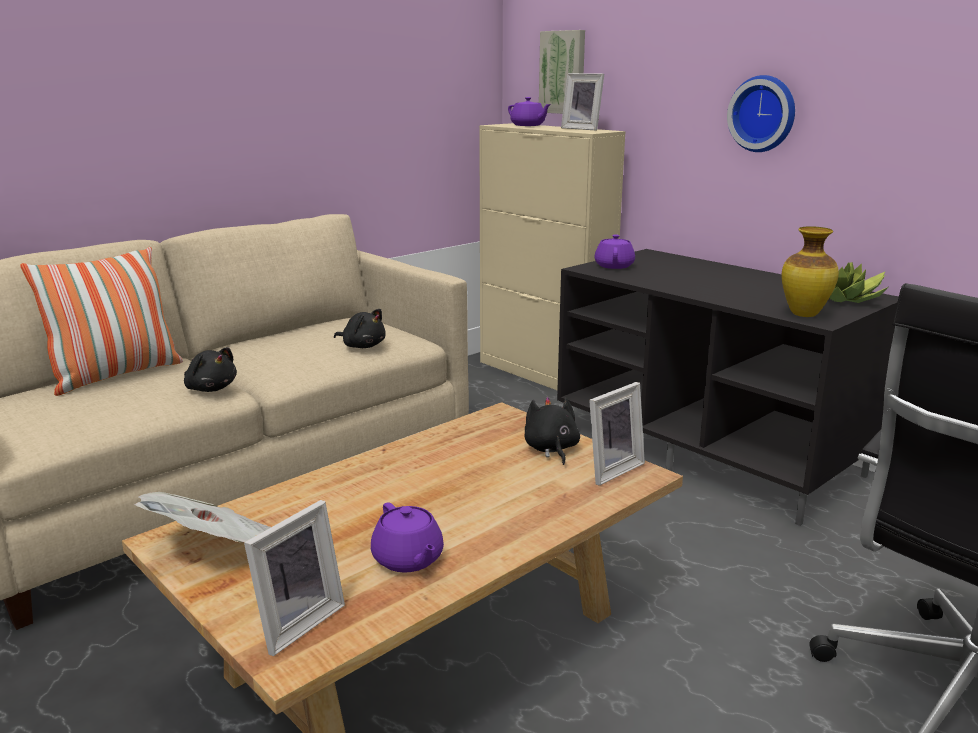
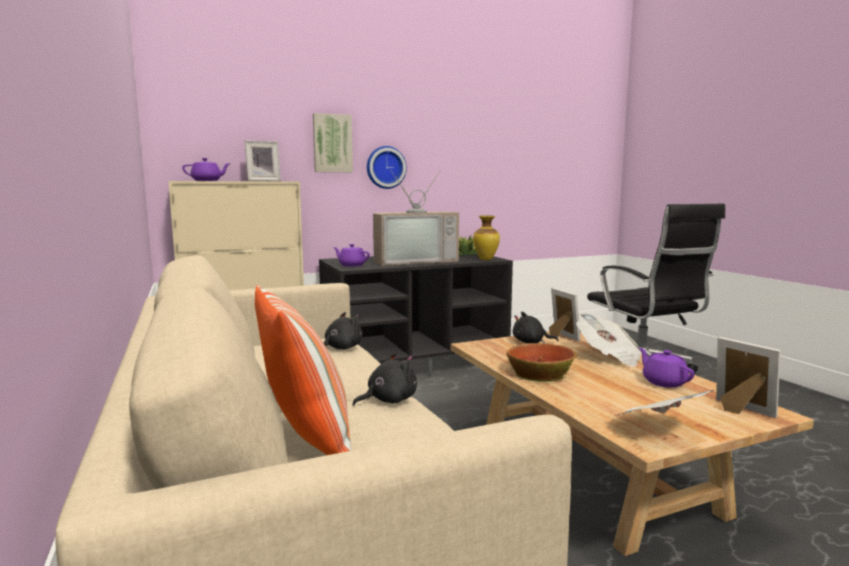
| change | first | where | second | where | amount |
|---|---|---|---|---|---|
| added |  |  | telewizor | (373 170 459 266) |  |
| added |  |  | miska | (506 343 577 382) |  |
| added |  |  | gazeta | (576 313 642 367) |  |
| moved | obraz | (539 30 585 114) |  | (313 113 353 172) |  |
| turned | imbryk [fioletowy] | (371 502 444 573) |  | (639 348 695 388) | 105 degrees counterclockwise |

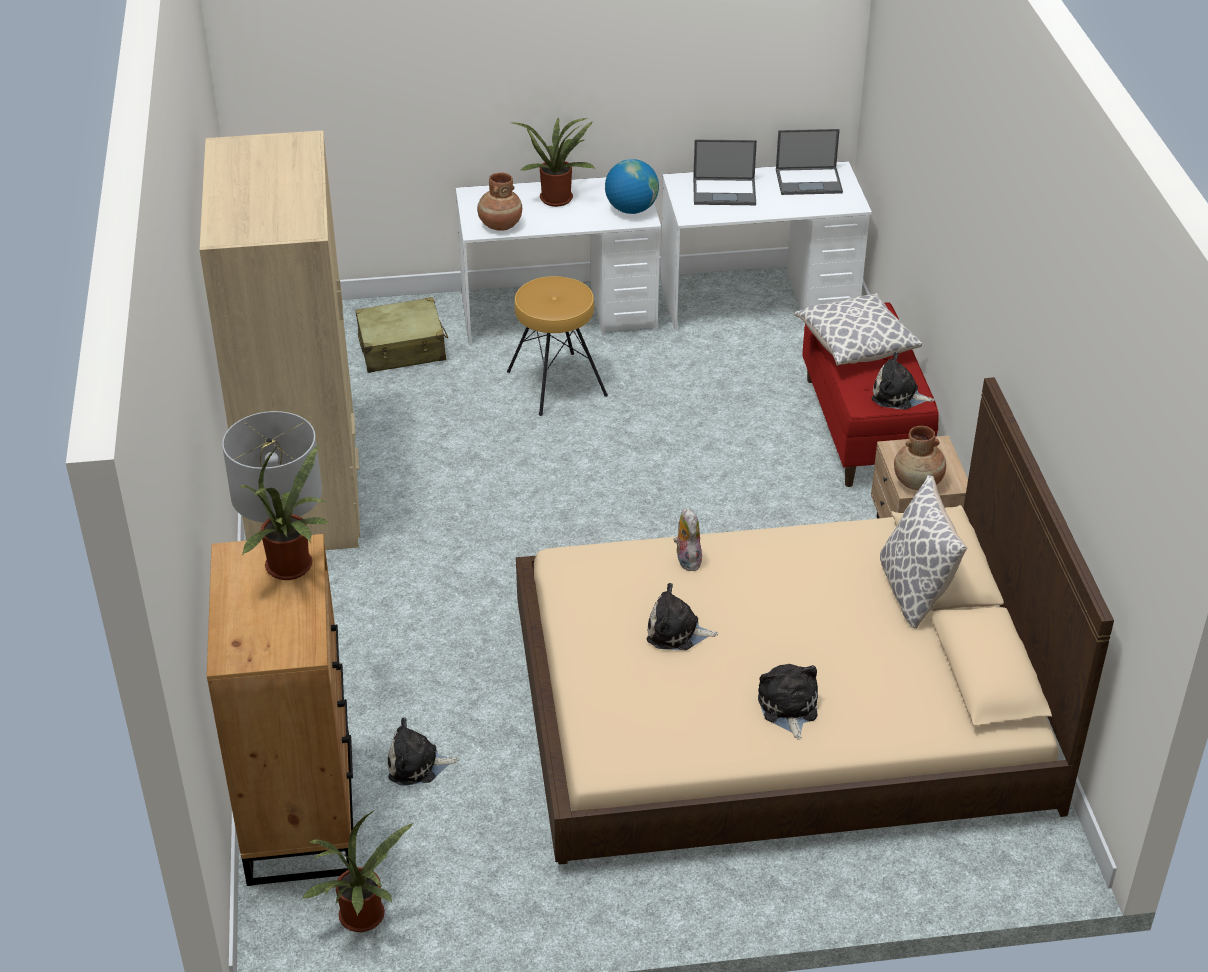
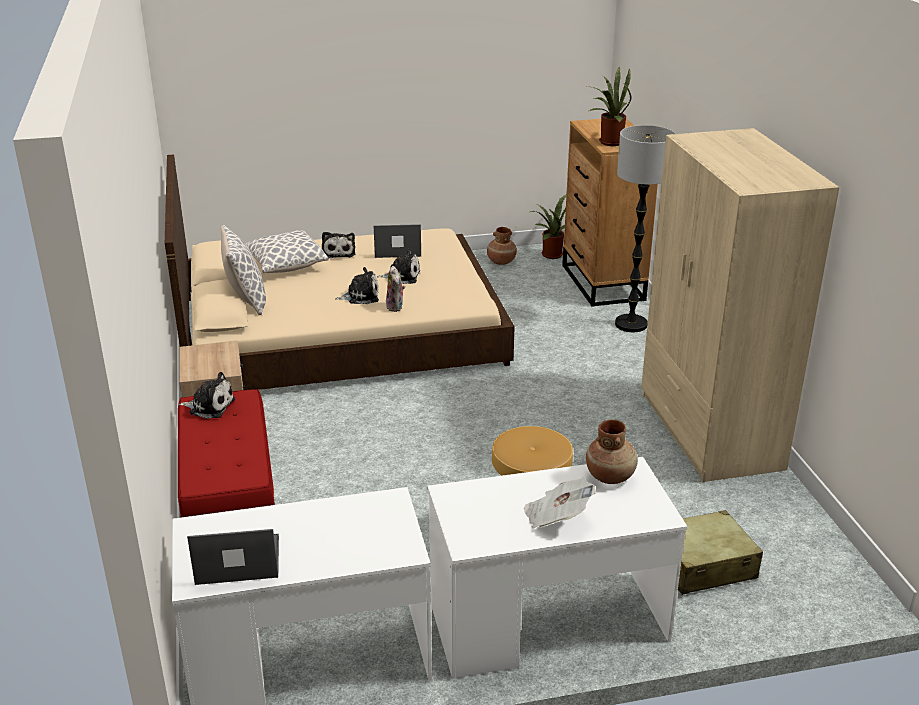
| change | first | where | second | where | amount |
|---|---|---|---|---|---|
| removed | globus | (605 159 659 214) |  |  |  |
| moved | pluszak | (388 717 459 786) |  | (335 267 379 304) |  |
| moved | laptop | (693 140 757 205) |  | (374 224 421 258) |  |
| moved | poduszka | (794 293 922 366) |  | (245 230 329 273) |  |
| moved | wazon [brązowy] | (894 426 946 490) |  | (487 227 517 265) |  |
| replaced | roślina doniczkowa | (513 117 595 207) | gazeta | (524 478 596 529) |  |

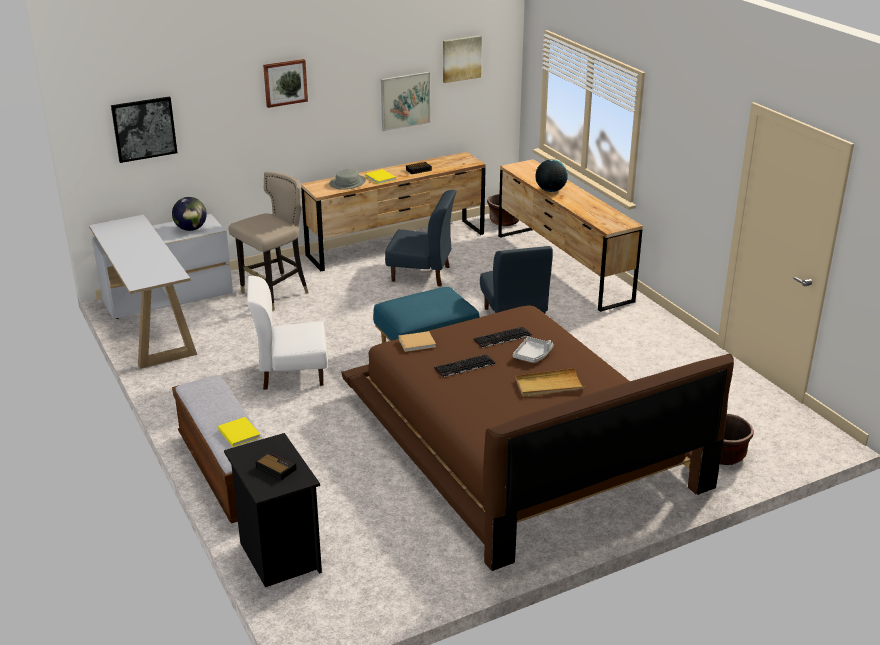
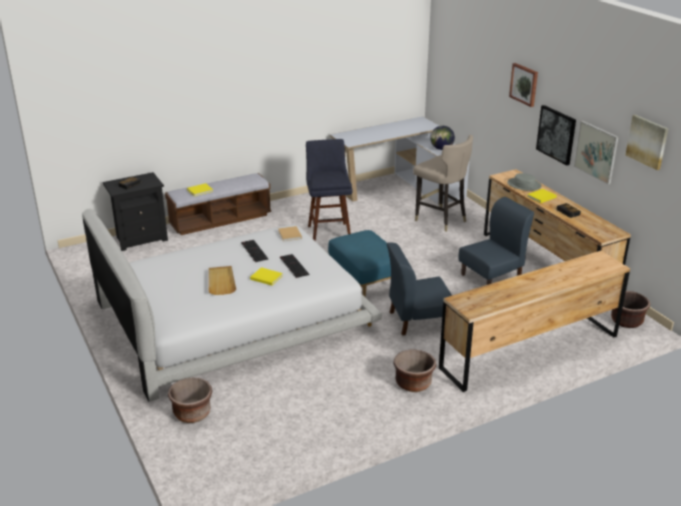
| change | first | where | second | where | amount |
|---|---|---|---|---|---|
| removed | globus | (535 159 568 192) |  |  |  |
| added |  |  | donica [brązowy] | (393 350 436 392) |  |
| moved | obraz | (111 96 177 163) |  | (536 105 576 165) |  |
| replaced | krzesło [biały] | (247 276 328 390) | stołek [niebieski] | (306 139 353 242) |  |
| replaced | taca [szary] | (513 337 554 363) | książka [żółty] | (250 267 283 286) |  |
| recoloured | łóżko [brązowy] | (341 305 734 571) | łóżko [biały] | (82 208 382 402) |  |
| turned | krzesło [niebieski] | (385 190 456 286) |  | (458 197 534 285) | 135 degrees counterclockwise |

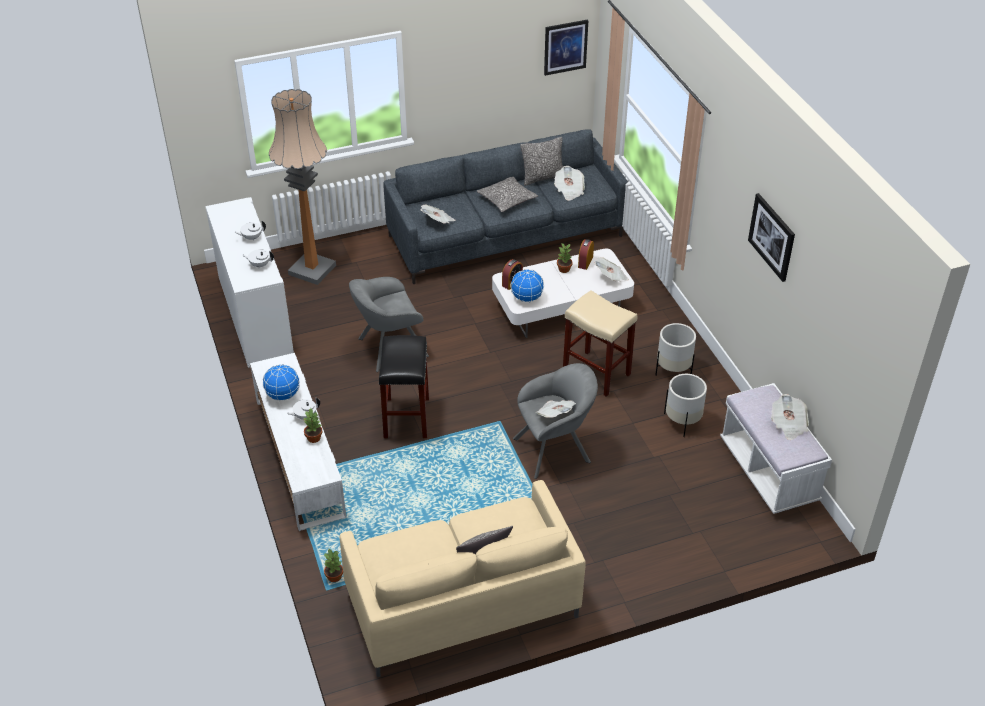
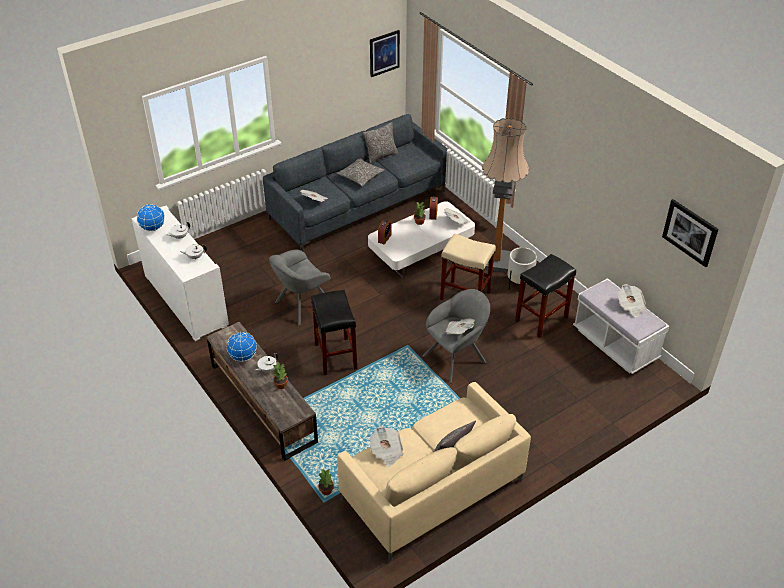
| change | first | where | second | where | amount |
|---|---|---|---|---|---|
| moved | lampa stojąca | (269 89 336 285) |  | (482 118 529 273) |  |
| moved | globus | (510 269 544 302) |  | (137 204 165 231) |  |
| moved | gazeta | (554 166 585 201) |  | (370 426 404 467) |  |
| moved | obraz | (748 193 795 282) |  | (662 199 719 267) |  |
| replaced | donica [biały] | (664 374 707 437) | stołek [czarny] | (515 254 576 338) |  |
| recoloured | szafka pod telewizor [biały] | (250 353 346 531) | szafka pod telewizor [brązowy] | (207 322 318 461) |  |

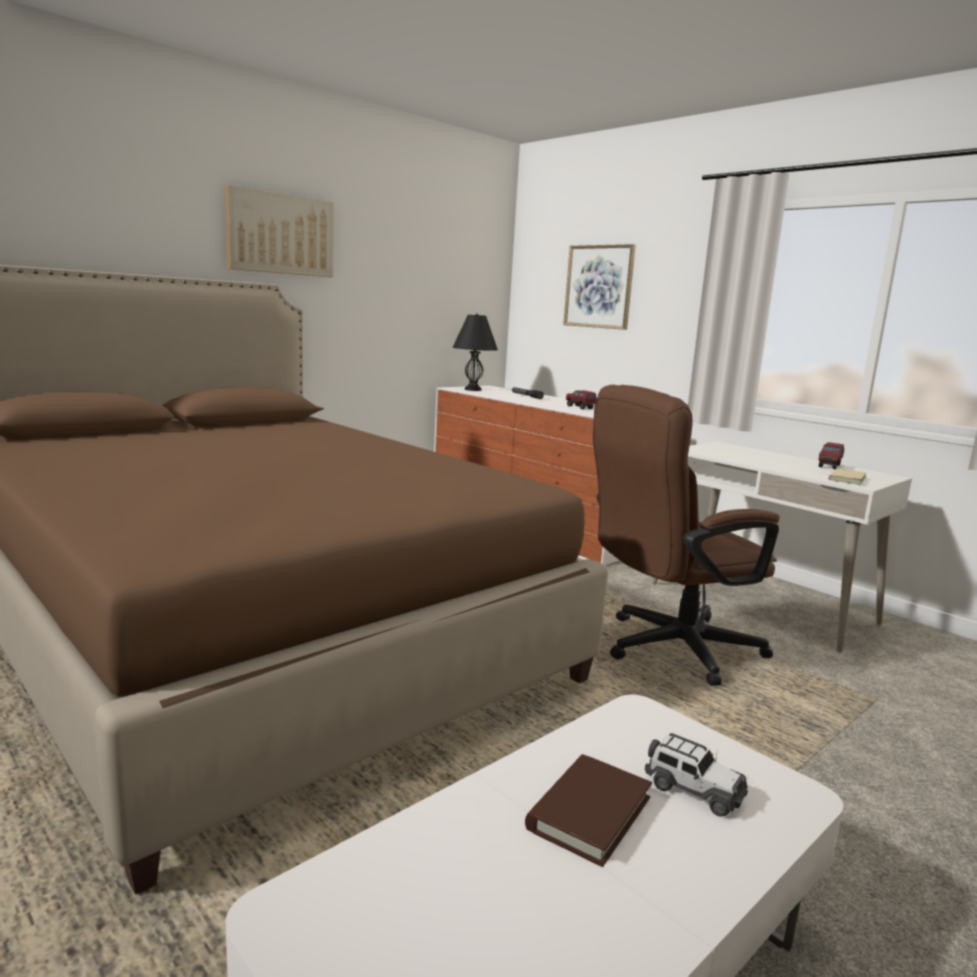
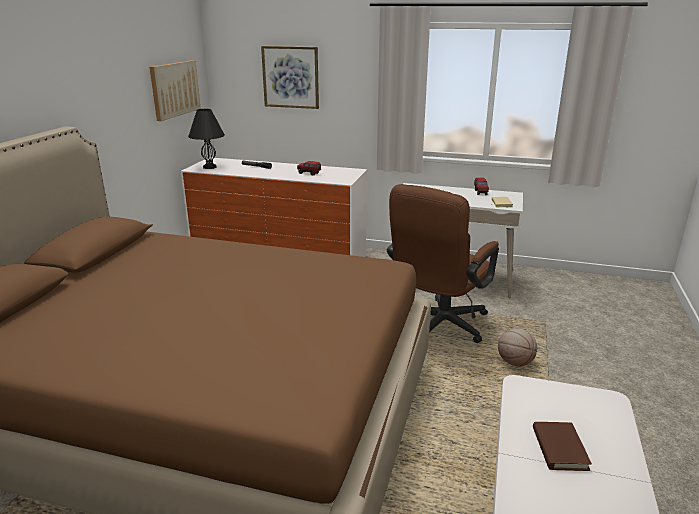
| change | first | where | second | where | amount |
|---|---|---|---|---|---|
| removed | samochodzik | (645 733 748 817) |  |  |  |
| added |  |  | piłka do koszykówki | (498 328 537 367) |  |
| moved | obraz | (225 185 333 277) |  | (150 60 201 121) |  |

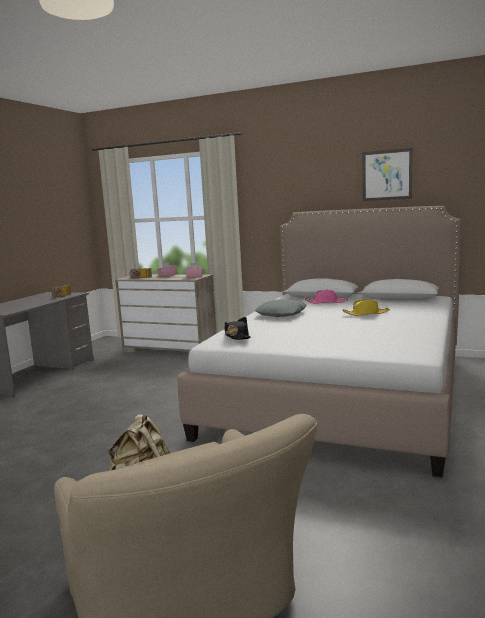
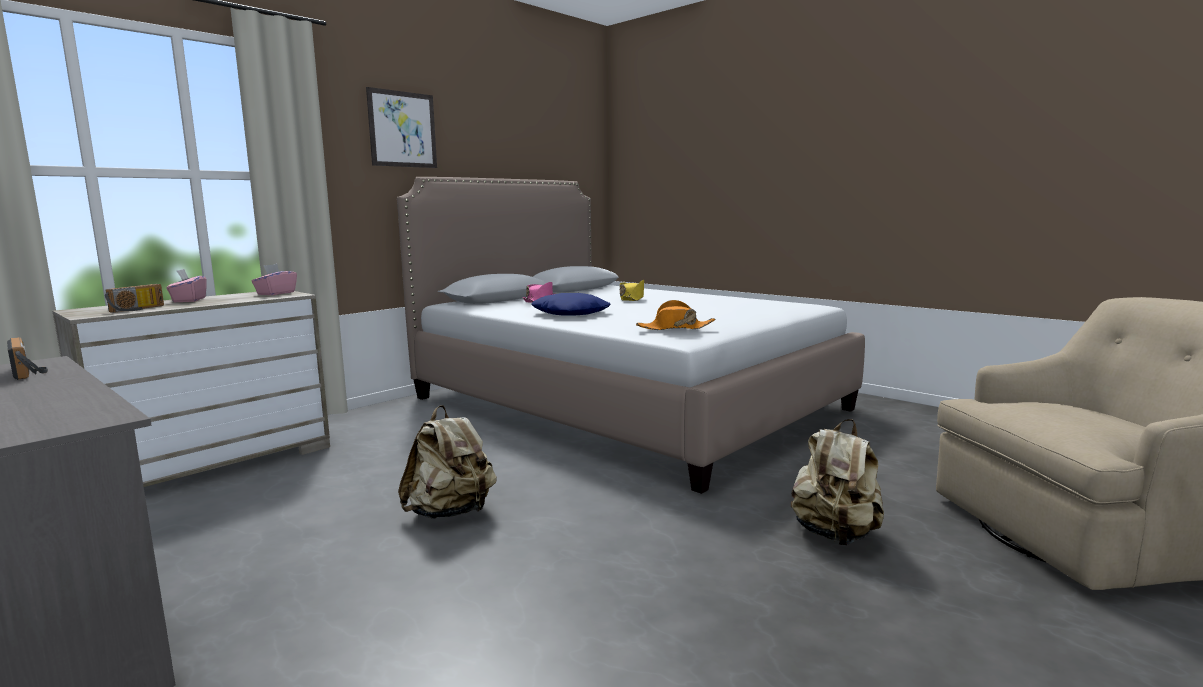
| change | first | where | second | where | amount |
|---|---|---|---|---|---|
| added |  |  | plecak [beżowy] | (398 405 497 519) |  |
| moved | obraz | (362 148 413 201) |  | (366 87 437 168) |  |
| recoloured | kapelusz [czarny] | (225 317 251 340) | kapelusz [pomarańczowy] | (636 300 716 330) |  |
| recoloured | poduszka [szary] | (255 299 307 317) | poduszka [niebieski] | (531 293 611 315) |  |

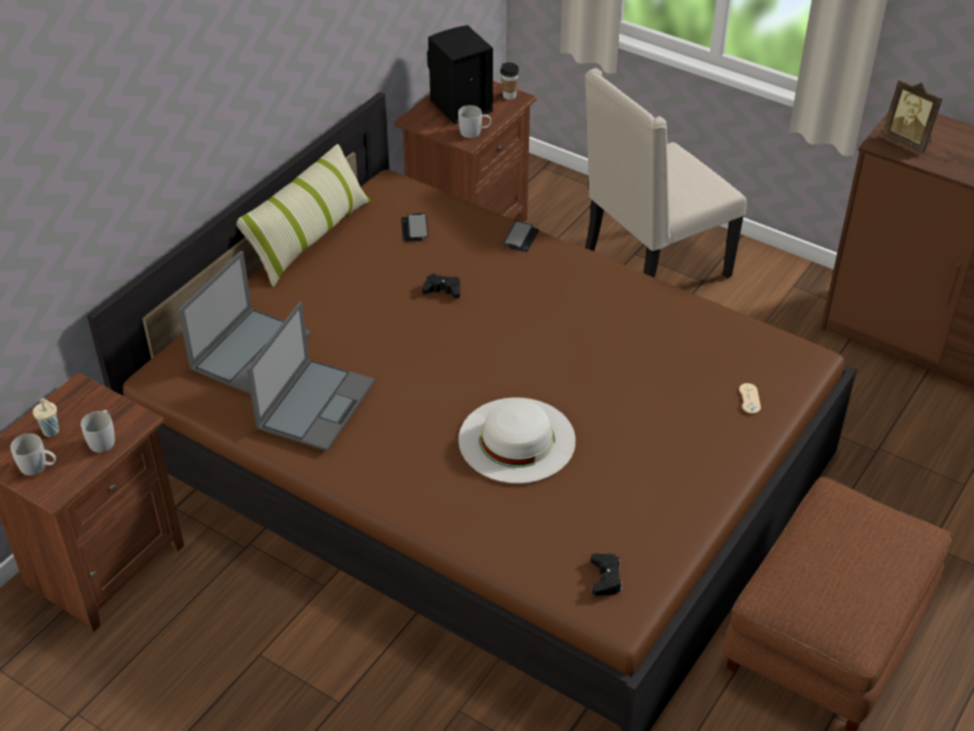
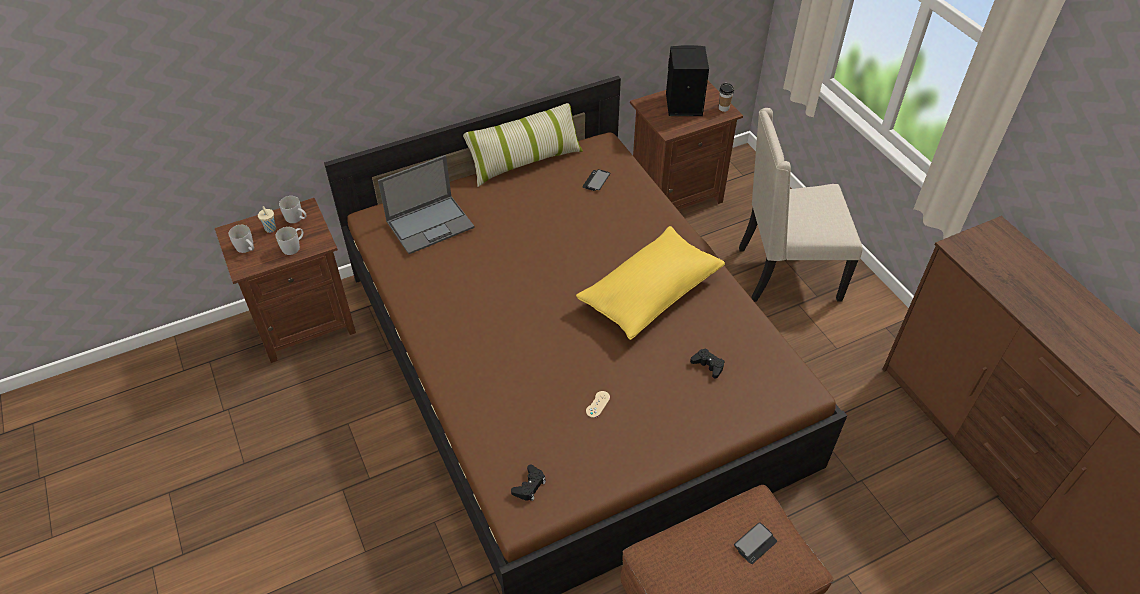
| change | first | where | second | where | amount |
|---|---|---|---|---|---|
| removed | laptop | (247 301 375 451) |  |  |  |
| removed | kapelusz [biały] | (458 397 576 483) |  |  |  |
| removed | ramka na zdjęcie | (882 79 943 153) |  |  |  |
| added |  |  | poduszka [żółty] | (576 226 725 340) |  |
| moved | pad do gier [czarny] | (422 274 460 299) |  | (690 348 725 379) |  |
| moved | kubek [biały] | (458 105 491 138) |  | (279 196 307 223) |  |
| moved | telefon | (503 221 539 252) |  | (734 522 777 564) |  |
| moved | pad do gier [beżowy] | (739 383 761 414) |  | (586 391 610 418) |  |

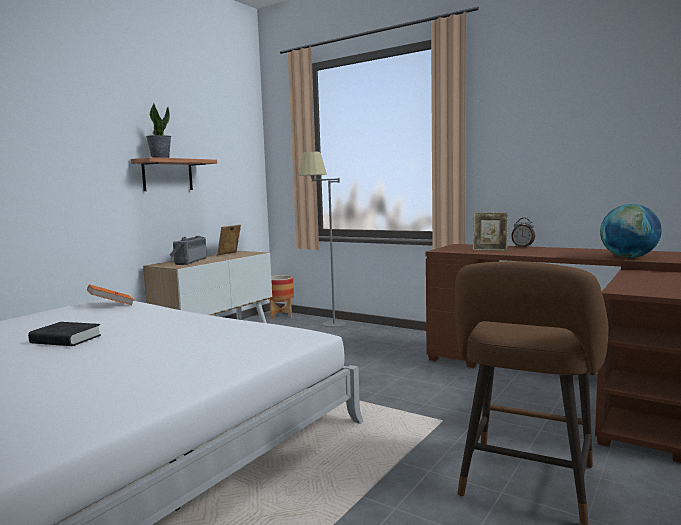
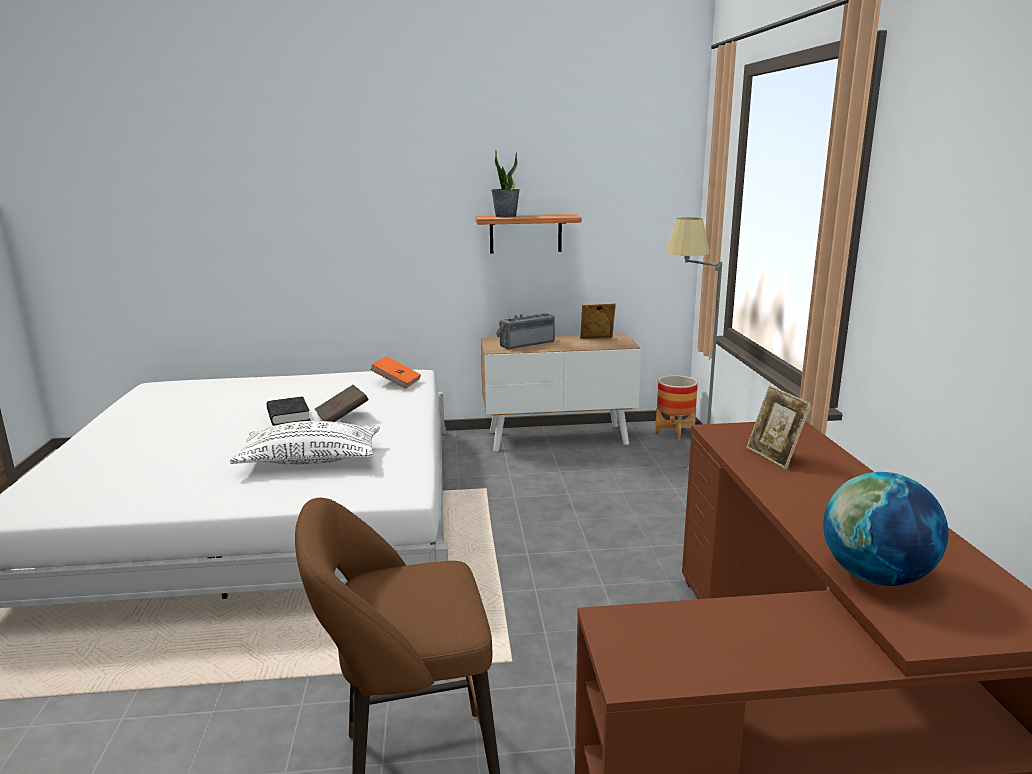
| change | first | where | second | where | amount |
|---|---|---|---|---|---|
| removed | budzik | (511 218 535 247) |  |  |  |
| added |  |  | poduszka [biały] | (230 421 380 465) |  |
| added |  |  | książka [brązowy] | (314 385 369 422) |  |

